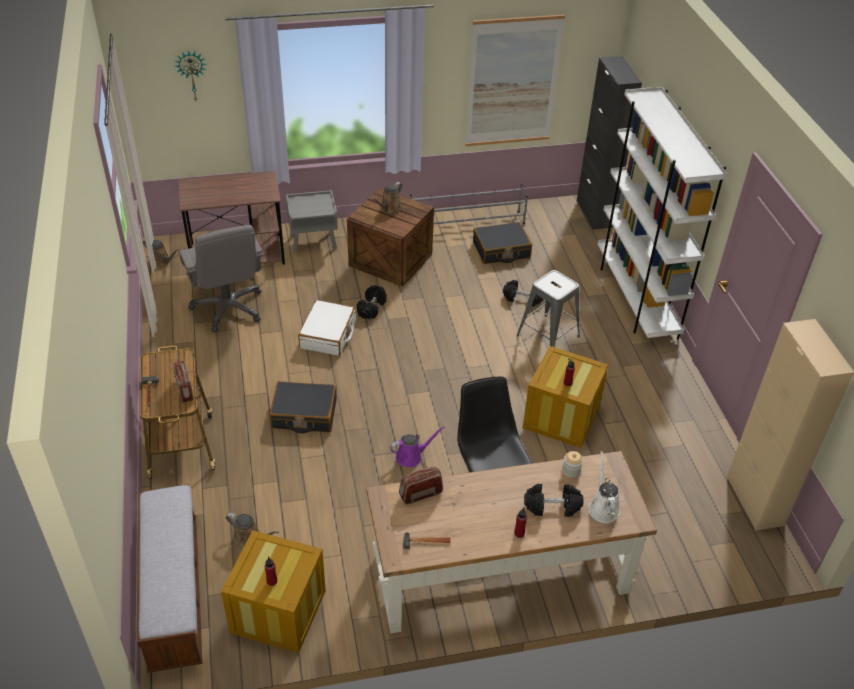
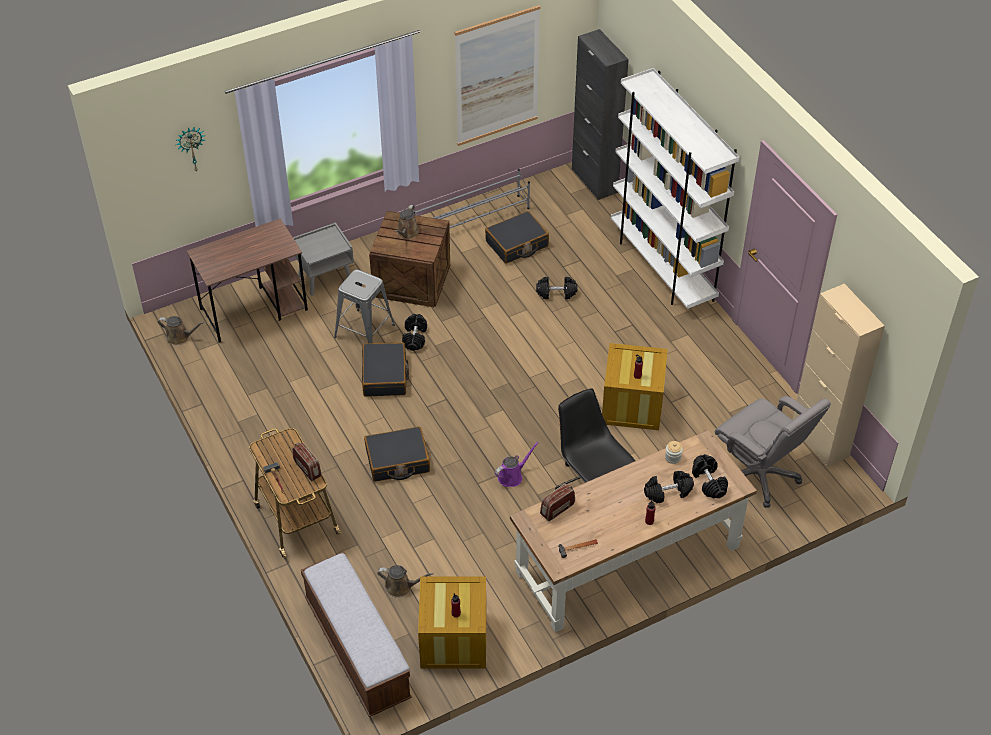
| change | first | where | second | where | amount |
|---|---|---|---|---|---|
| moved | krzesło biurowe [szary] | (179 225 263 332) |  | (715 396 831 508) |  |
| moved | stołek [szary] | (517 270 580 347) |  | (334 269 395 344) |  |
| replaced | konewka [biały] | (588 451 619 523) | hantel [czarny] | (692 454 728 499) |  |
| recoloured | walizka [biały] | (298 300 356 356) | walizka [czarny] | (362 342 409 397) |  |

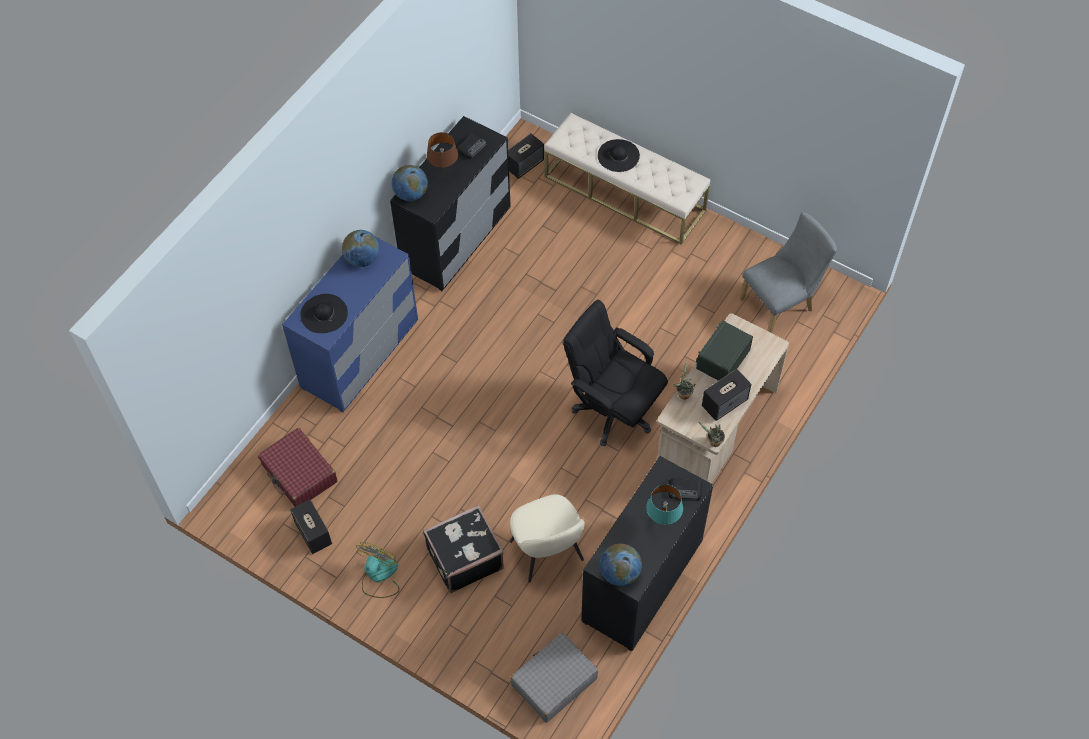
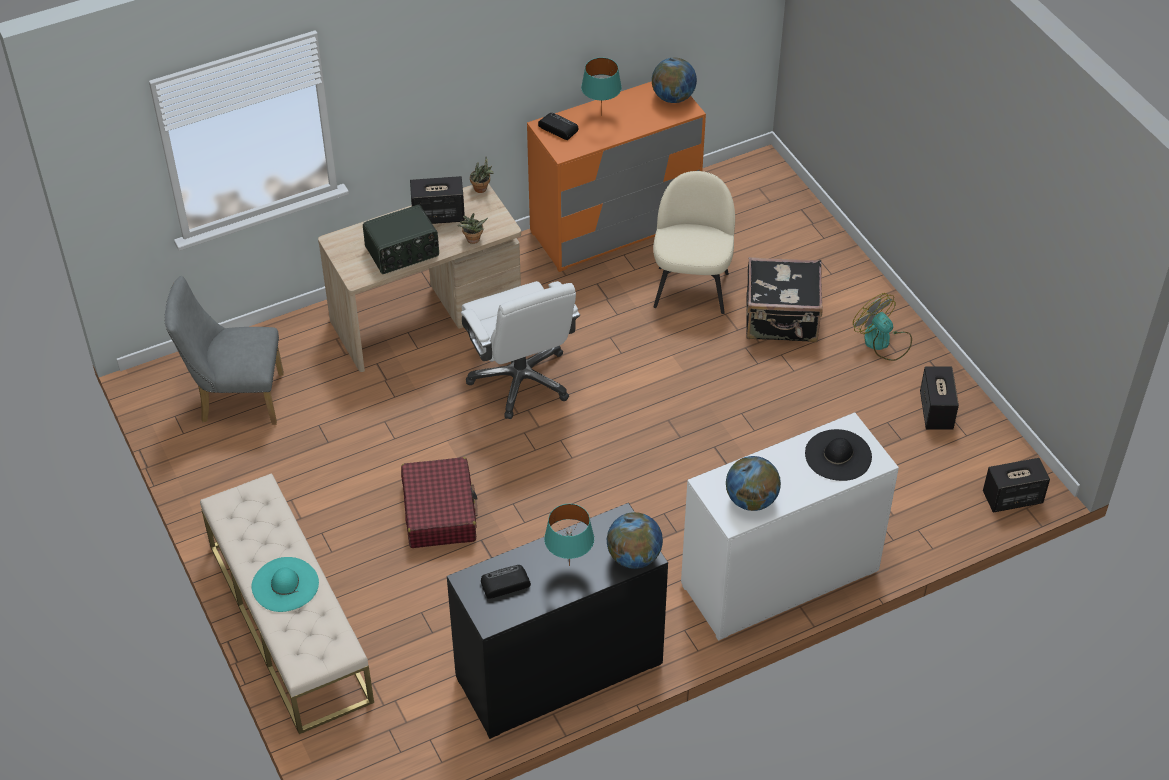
| change | first | where | second | where | amount |
|---|---|---|---|---|---|
| removed | walizka [szary] | (510 633 598 723) |  |  |  |
| moved | walizka [czerwony] | (258 428 337 507) |  | (401 457 478 548) |  |
| moved | głośnik | (508 133 544 179) |  | (983 458 1050 513) |  |
| recoloured | komoda [niebieski] | (282 237 418 412) | komoda [biały] | (681 412 899 641) |  |
| recoloured | lampa stołowa [brązowy] | (427 132 458 167) | lampa stołowa [turkusowy] | (544 504 594 566) |  |
| recoloured | krzesło biurowe [czarny] | (563 300 668 446) | krzesło biurowe [biały] | (461 281 580 419) |  |
| recoloured | komoda [czarny] | (581 456 713 651) | komoda [pomarańczowy] | (527 81 706 272) |  |
| recoloured | kapelusz [czarny] | (598 139 640 172) | kapelusz [turkusowy] | (252 557 319 612) |  |
| turned | wentylator | (356 542 400 598) |  | (853 293 912 361) | 90 degrees clockwise |

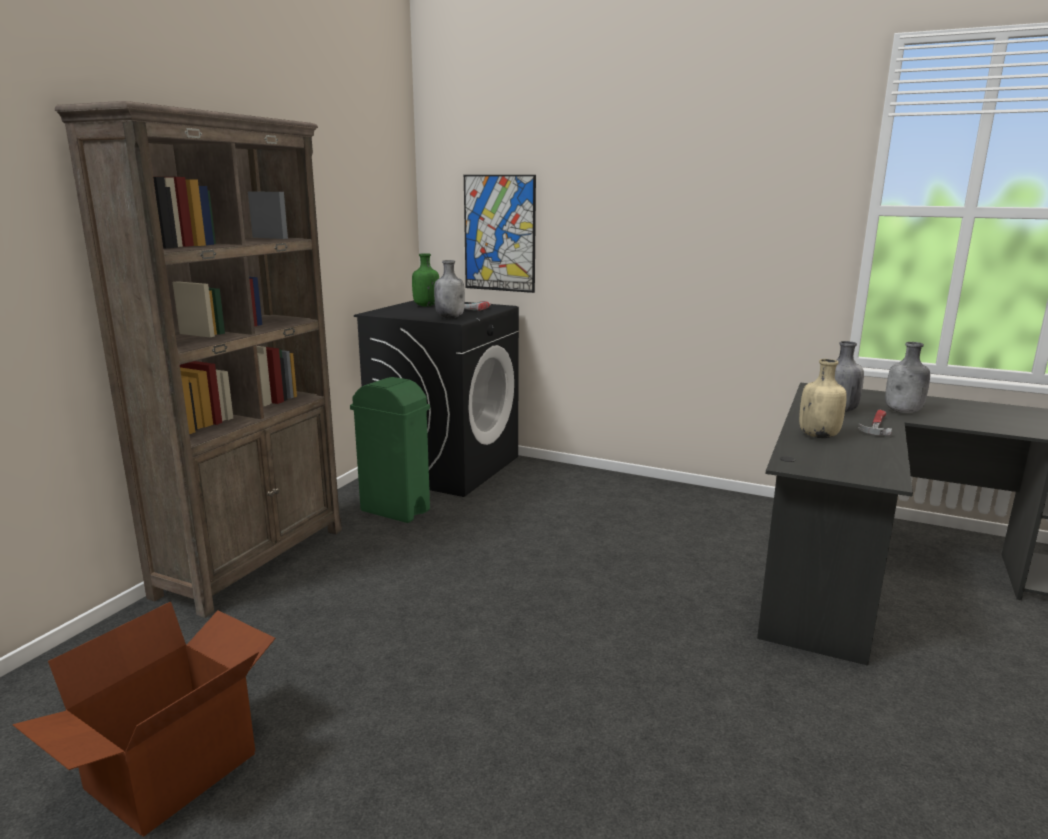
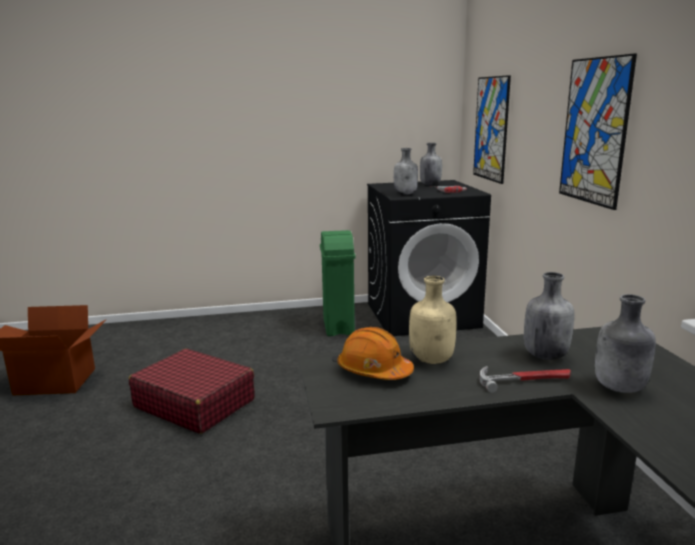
| change | first | where | second | where | amount |
|---|---|---|---|---|---|
| removed | regał [brązowy] | (55 101 342 618) |  |  |  |
| added |  |  | walizka [czerwony] | (129 349 255 434) |  |
| added |  |  | kask [pomarańczowy] | (337 327 414 380) |  |
| added |  |  | obraz | (559 53 637 210) |  |
| recoloured | butelka [zielony] | (412 253 439 307) | butelka [szary] | (420 143 442 185) |  |

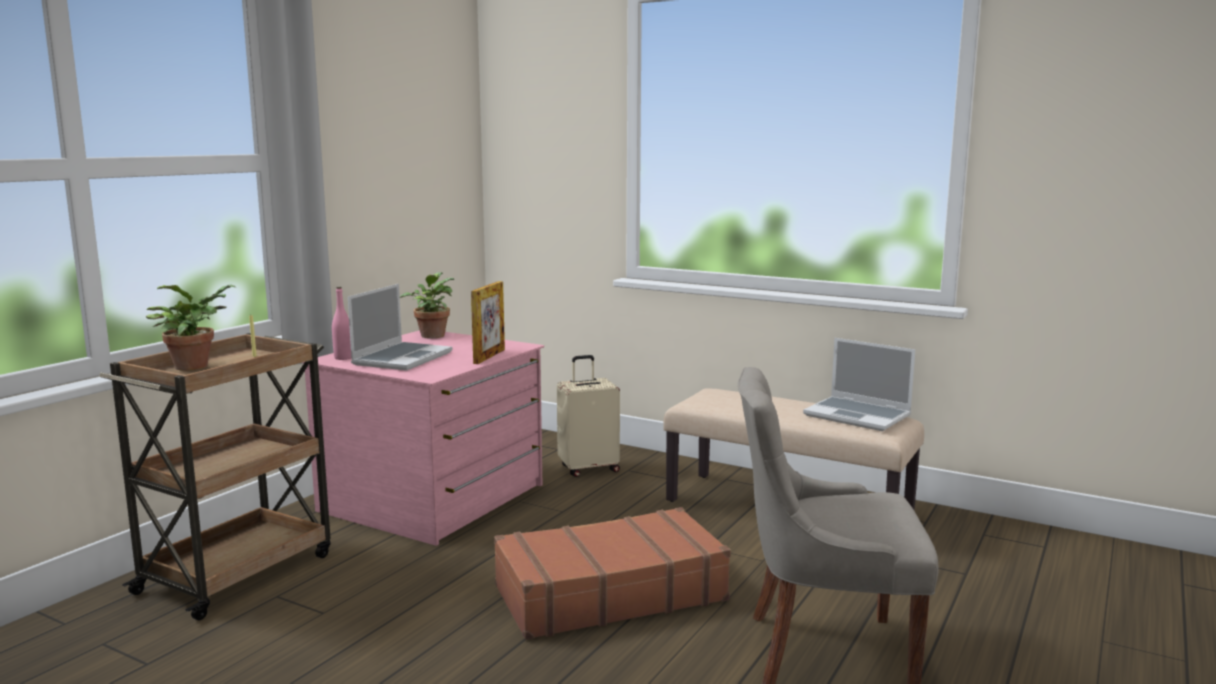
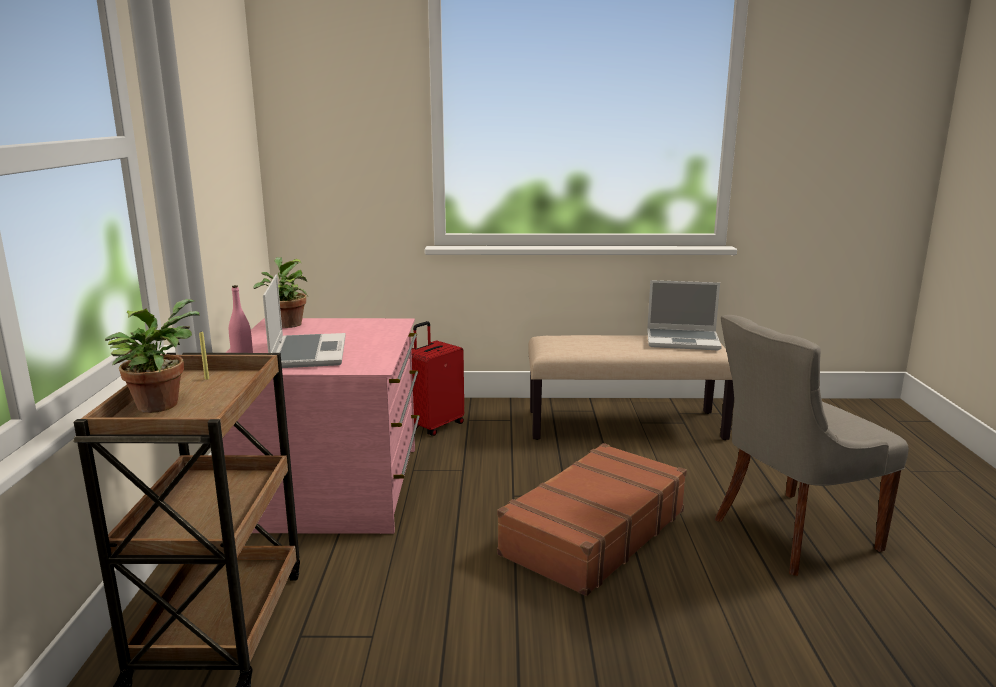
| change | first | where | second | where | amount |
|---|---|---|---|---|---|
| removed | ramka na zdjęcie | (471 281 505 364) |  |  |  |
| recoloured | walizka [beżowy] | (557 355 620 477) | walizka [czerwony] | (411 321 464 436) |  |

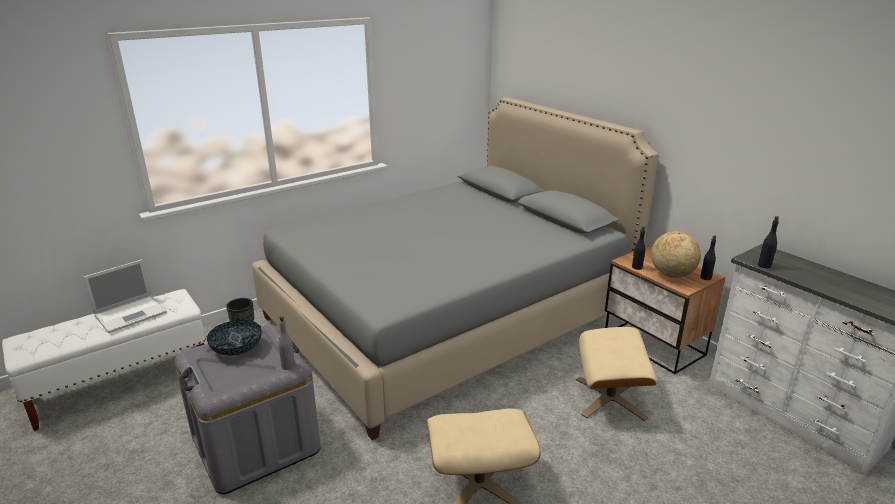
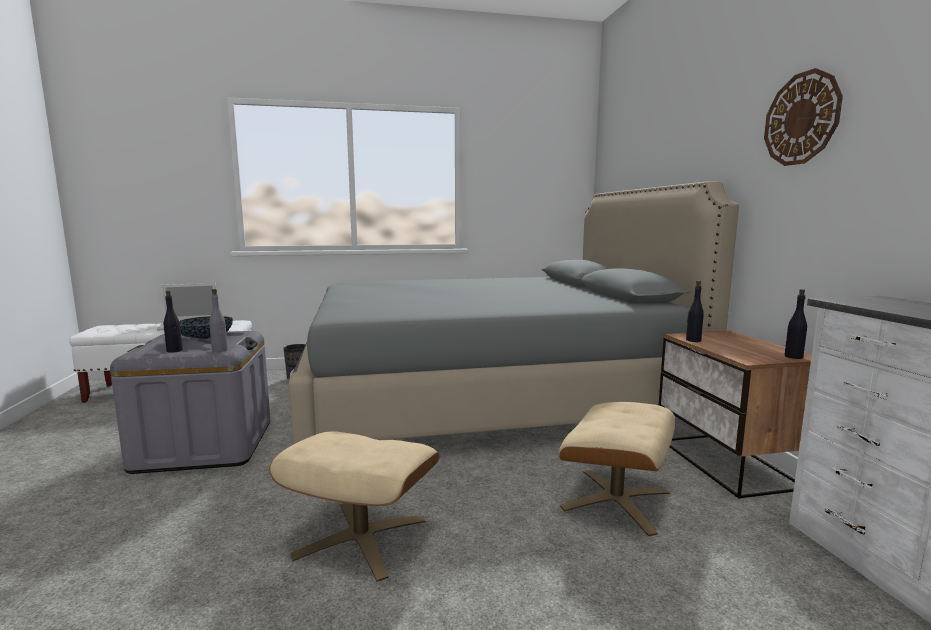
| change | first | where | second | where | amount |
|---|---|---|---|---|---|
| removed | globus | (651 231 701 278) |  |  |  |
| added |  |  | zegar ścienny | (764 68 843 166) |  |
| moved | butelka [czarny] | (758 216 779 268) |  | (164 291 183 353) |  |

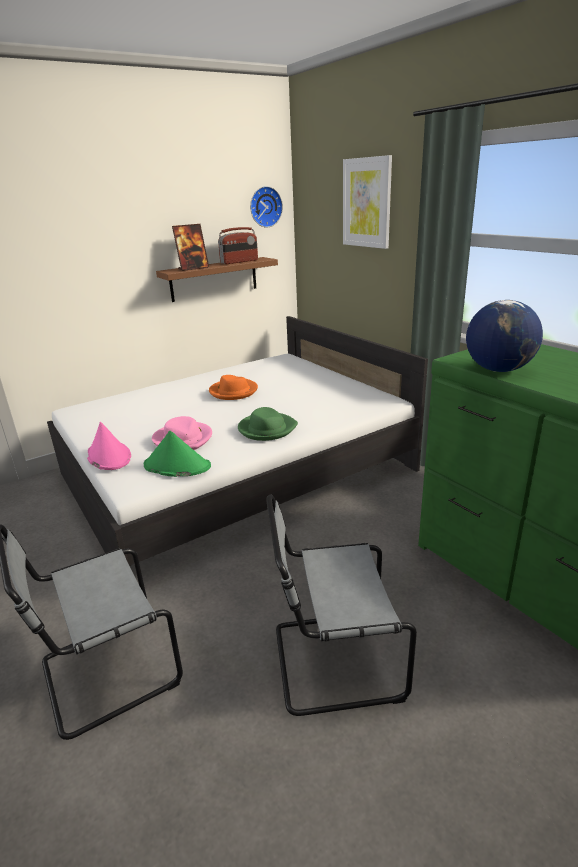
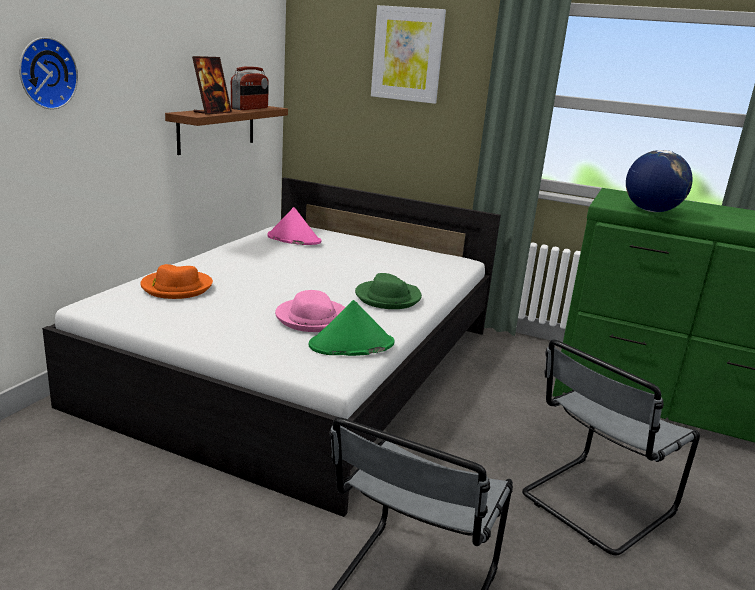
| change | first | where | second | where | amount |
|---|---|---|---|---|---|
| moved | kapelusz [różowy] | (87 422 131 470) |  | (267 207 322 245) |  |
| moved | kapelusz [pomarańczowy] | (209 375 258 400) |  | (140 264 213 299) |  |
| moved | zegar ścienny | (250 186 283 228) |  | (19 37 78 109) |  |

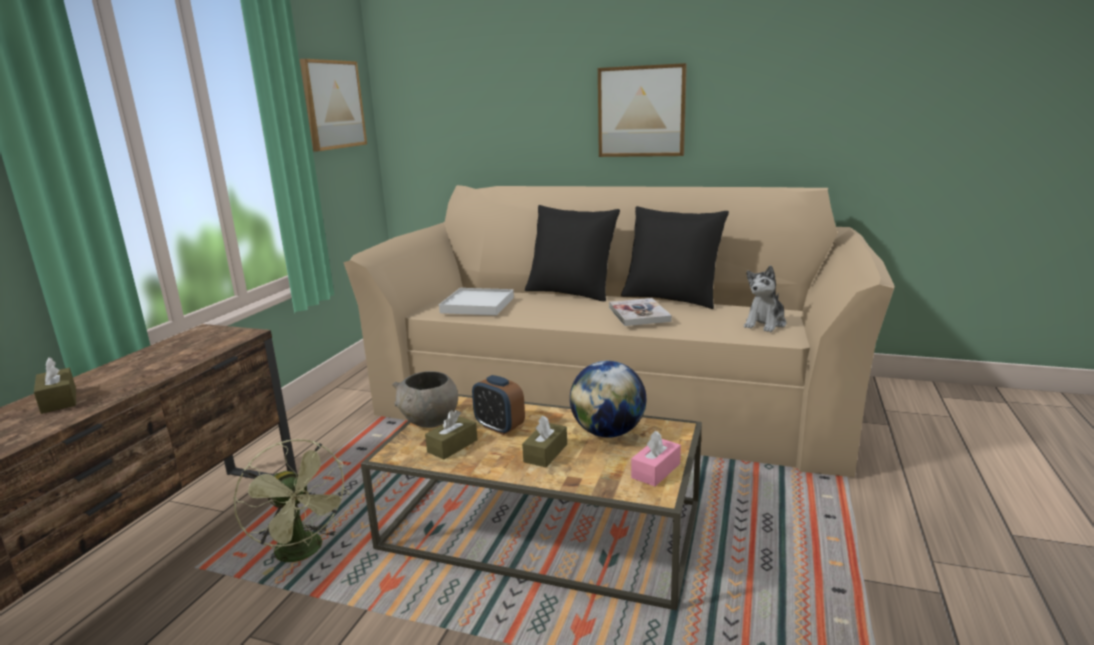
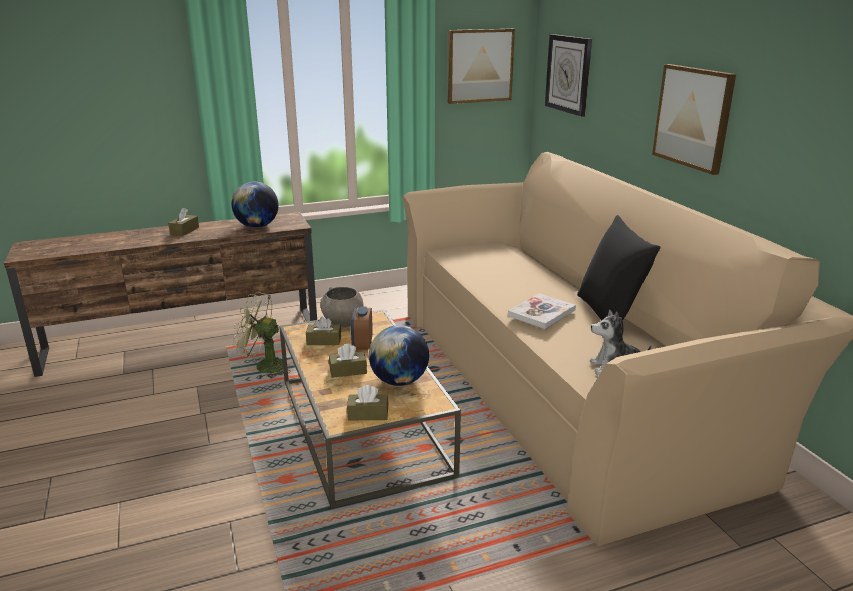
| change | first | where | second | where | amount |
|---|---|---|---|---|---|
| removed | taca [biały] | (439 288 514 316) |  |  |  |
| removed | poduszka [czarny] | (525 205 620 301) |  |  |  |
| added |  |  | globus | (231 182 279 228) |  |
| added |  |  | zegar ścienny | (545 34 592 117) |  |
| recoloured | pudełko chusteczek [różowy] | (631 431 681 486) | pudełko chusteczek [brązowy] | (347 385 388 420) |  |
| turned | wentylator [zielony] | (234 439 350 575) |  | (233 292 291 378) | 90 degrees clockwise |

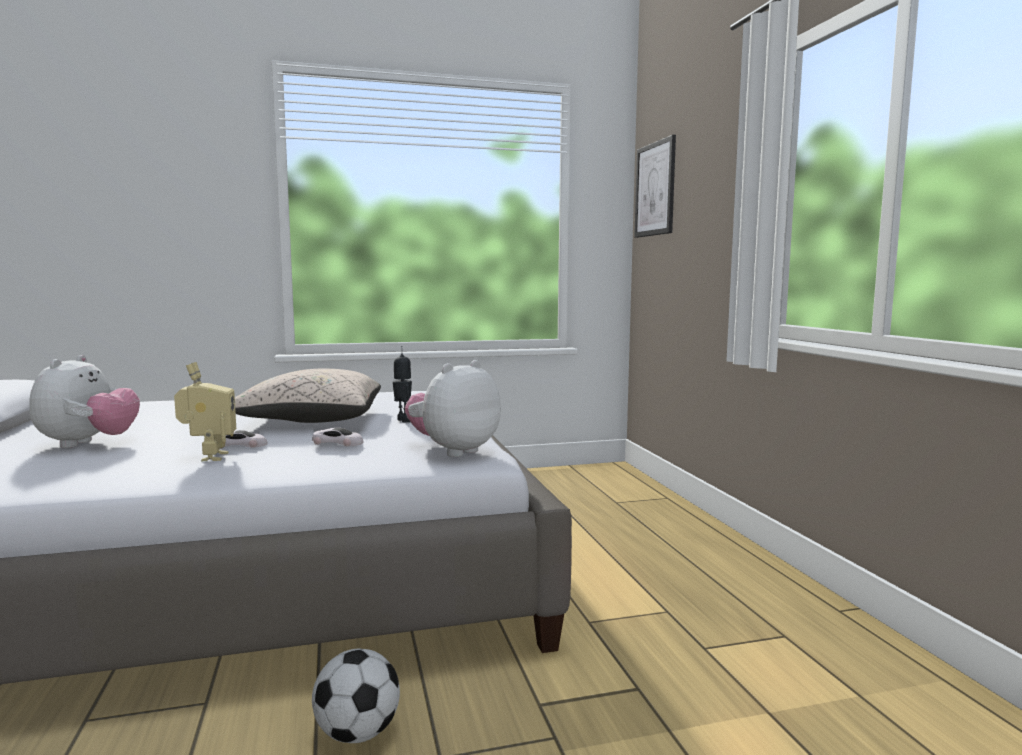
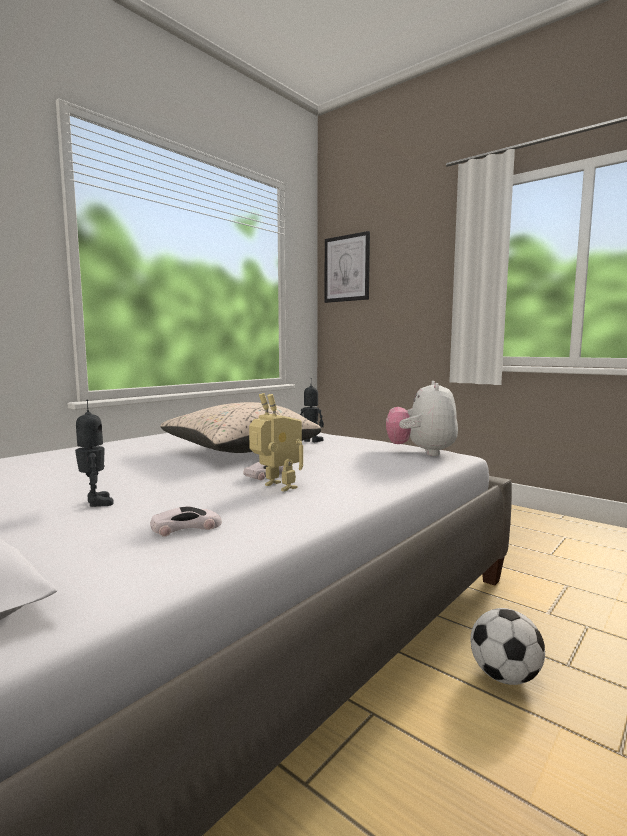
| change | first | where | second | where | amount |
|---|---|---|---|---|---|
| moved | samochodzik [biały] | (312 428 364 446) |  | (150 506 222 537) |  |
| replaced | pluszak | (29 355 140 448) | robot zabawkowy | (75 399 114 507) |  |

